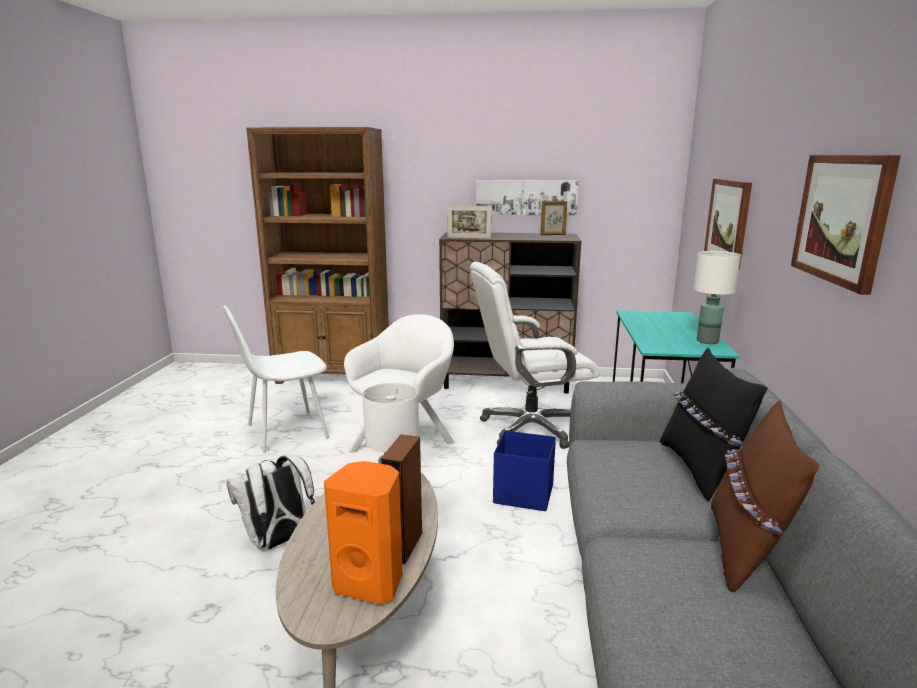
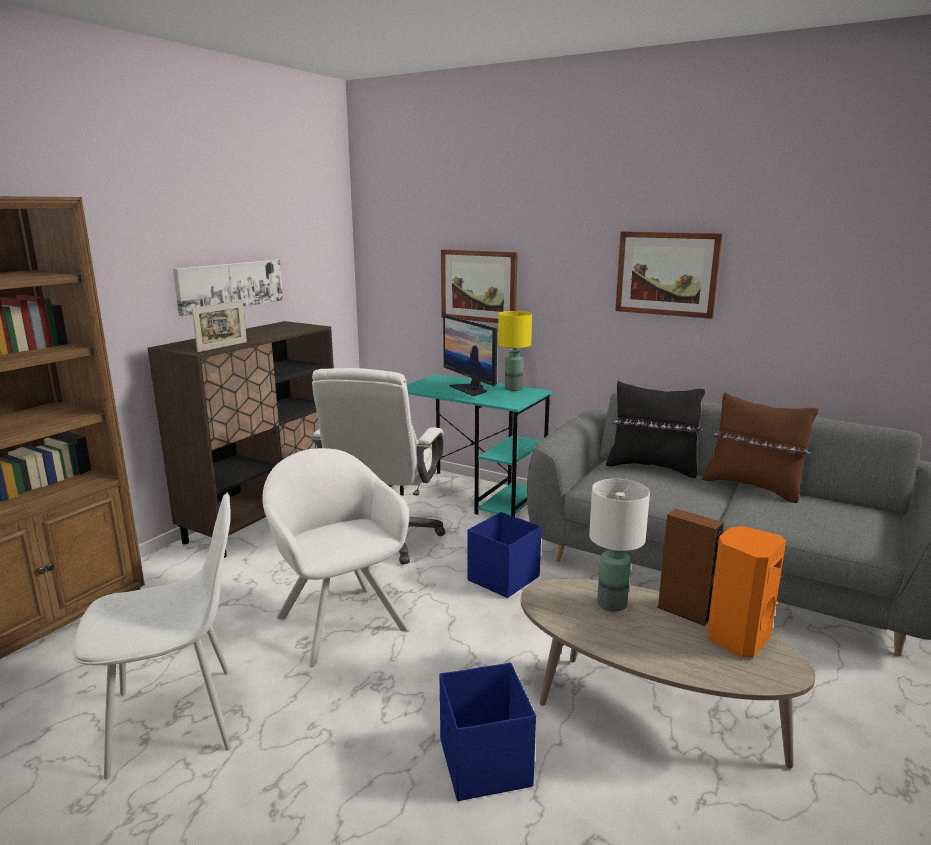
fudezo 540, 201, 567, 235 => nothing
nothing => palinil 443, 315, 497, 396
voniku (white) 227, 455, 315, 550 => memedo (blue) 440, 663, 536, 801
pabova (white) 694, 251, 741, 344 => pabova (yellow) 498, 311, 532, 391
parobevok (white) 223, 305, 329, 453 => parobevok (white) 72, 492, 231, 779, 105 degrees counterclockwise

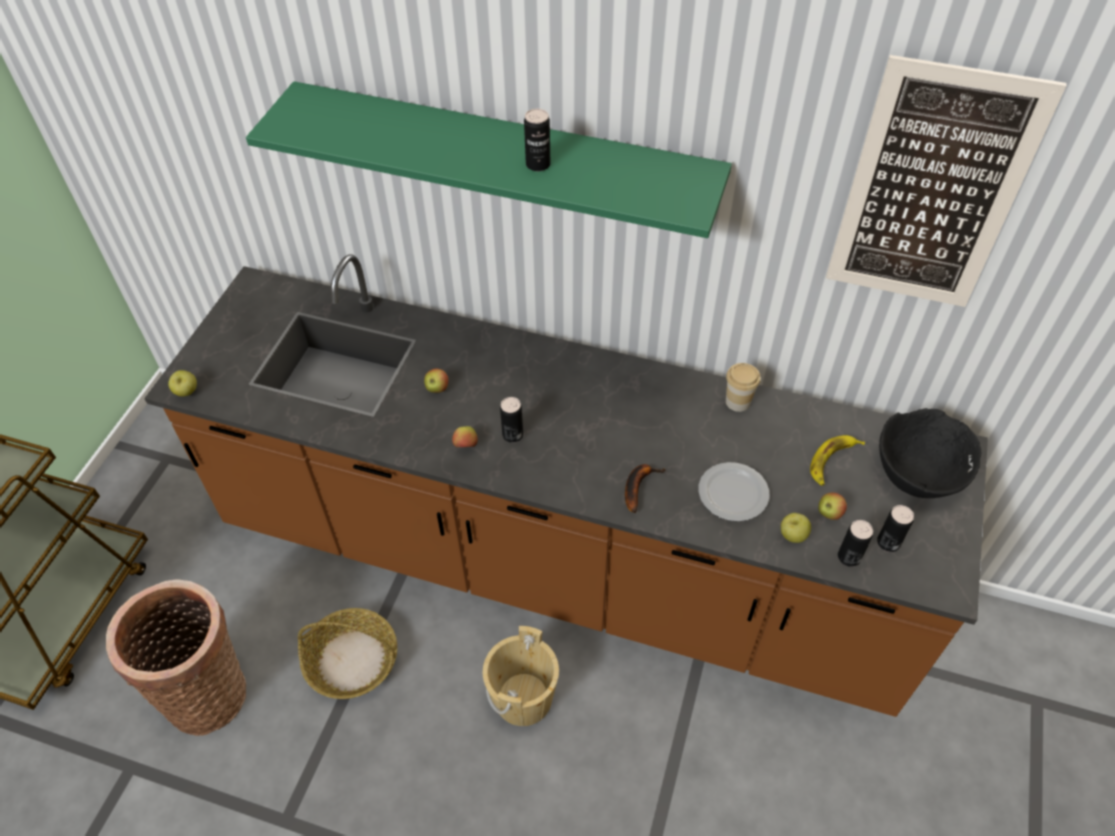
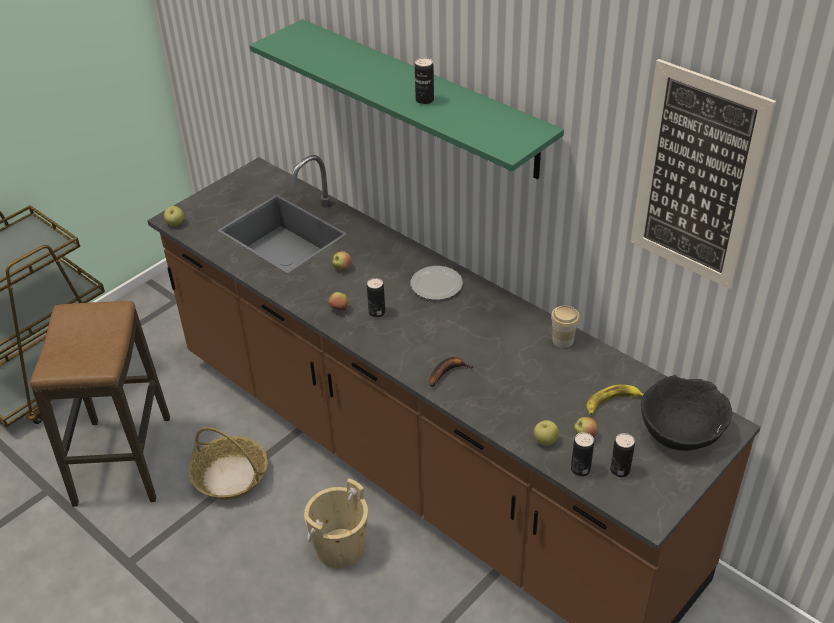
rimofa 698, 462, 769, 522 => rimofa 411, 266, 463, 300, moved
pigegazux 106, 579, 246, 736 => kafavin 30, 301, 170, 507

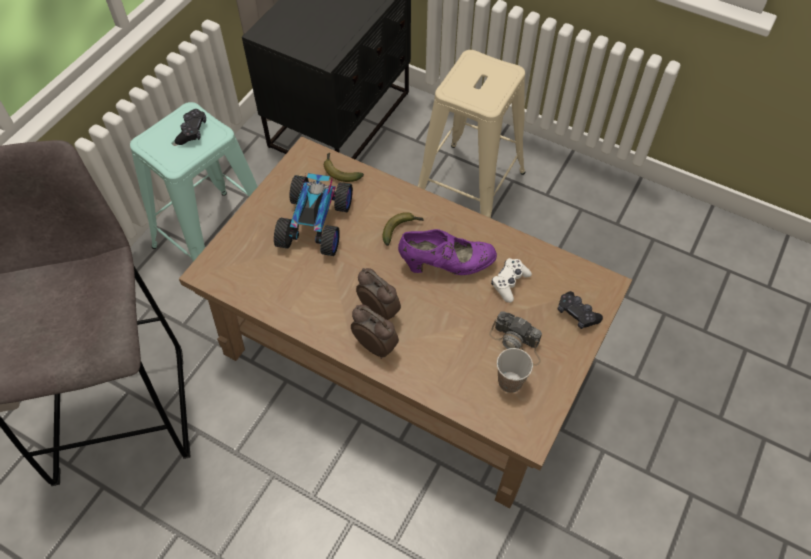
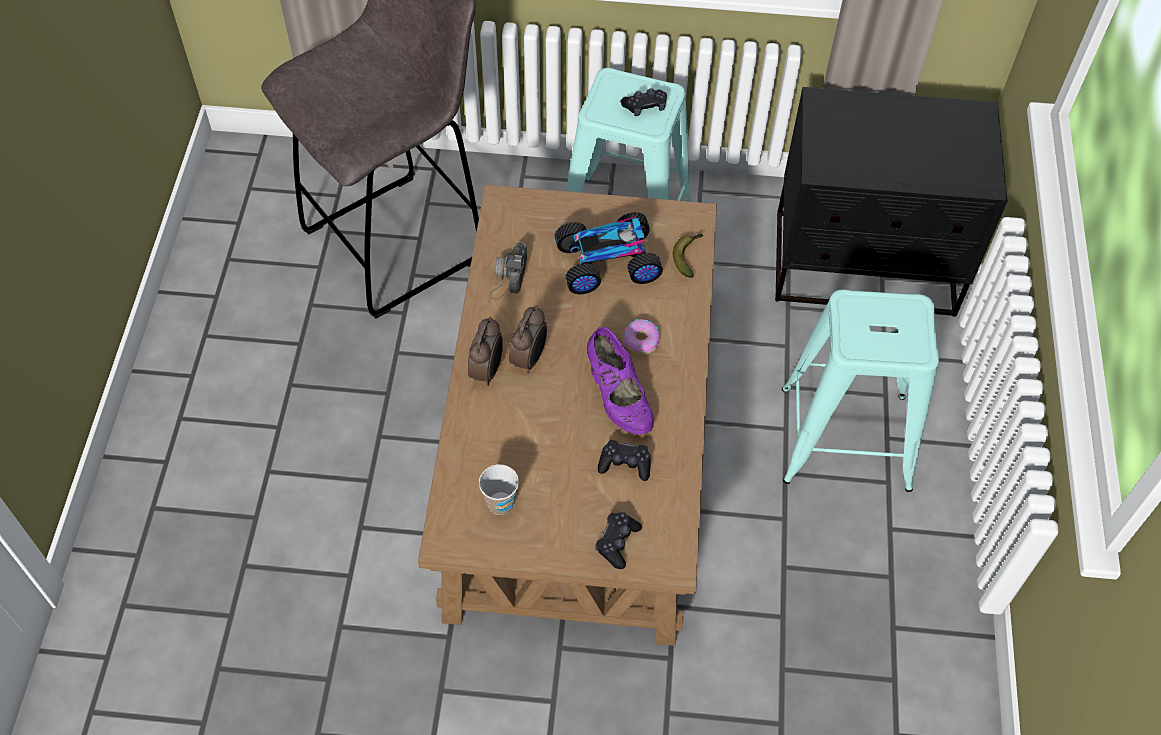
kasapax 489, 312, 542, 366 => kasapax 489, 242, 527, 300, moved
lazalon 383, 212, 424, 246 => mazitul 623, 319, 660, 354
kafavin (beige) 418, 50, 525, 218 => kafavin (turquoise) 782, 290, 939, 492
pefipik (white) 491, 258, 532, 303 => pefipik (black) 598, 440, 651, 481

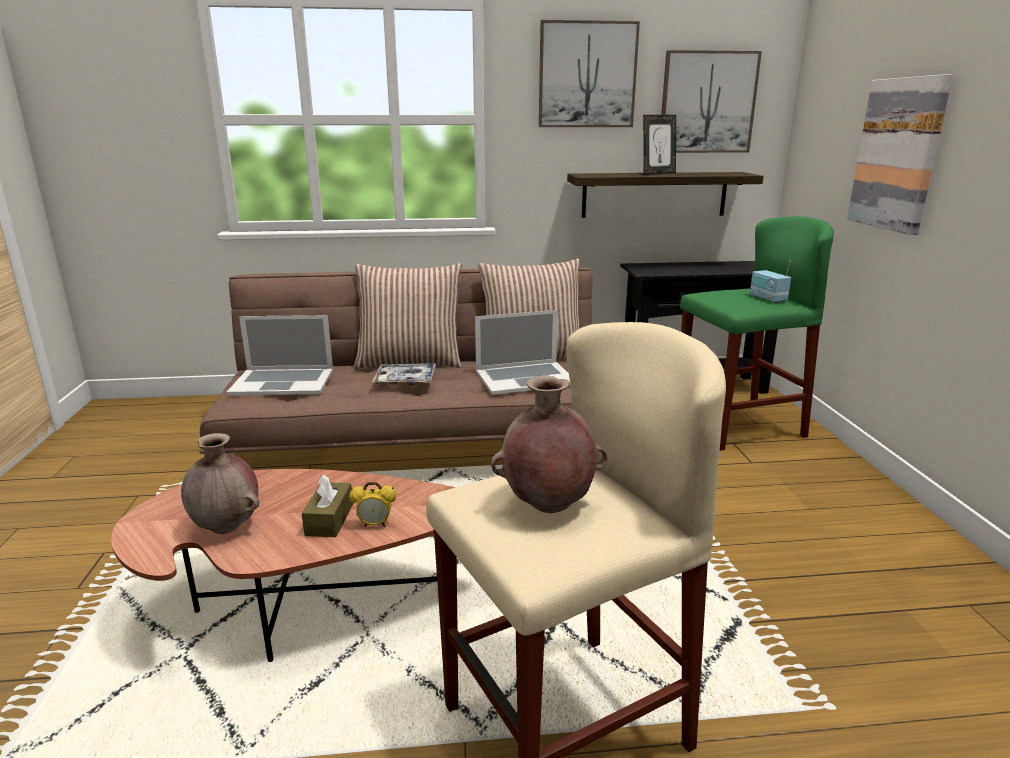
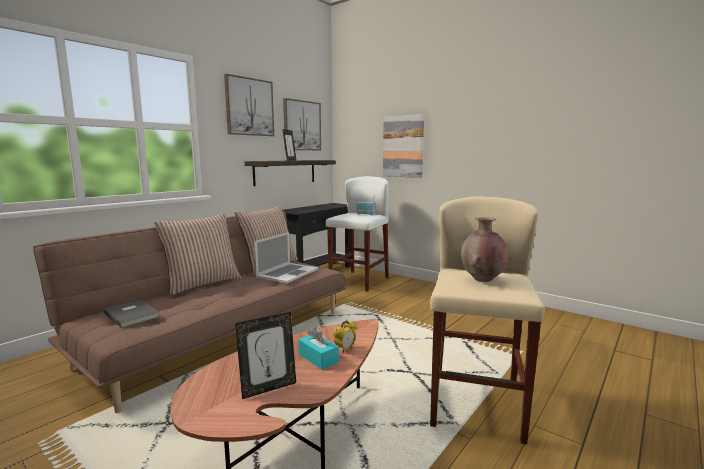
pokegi 372, 363, 436, 386 => nothing
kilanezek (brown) 181, 433, 259, 534 => fudezo 235, 312, 296, 399
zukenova 227, 315, 333, 396 => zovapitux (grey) 104, 300, 160, 328
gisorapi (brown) 302, 474, 353, 537 => gisorapi (turquoise) 299, 327, 339, 370
kafavin (green) 680, 216, 834, 451 => kafavin (white) 326, 176, 389, 292

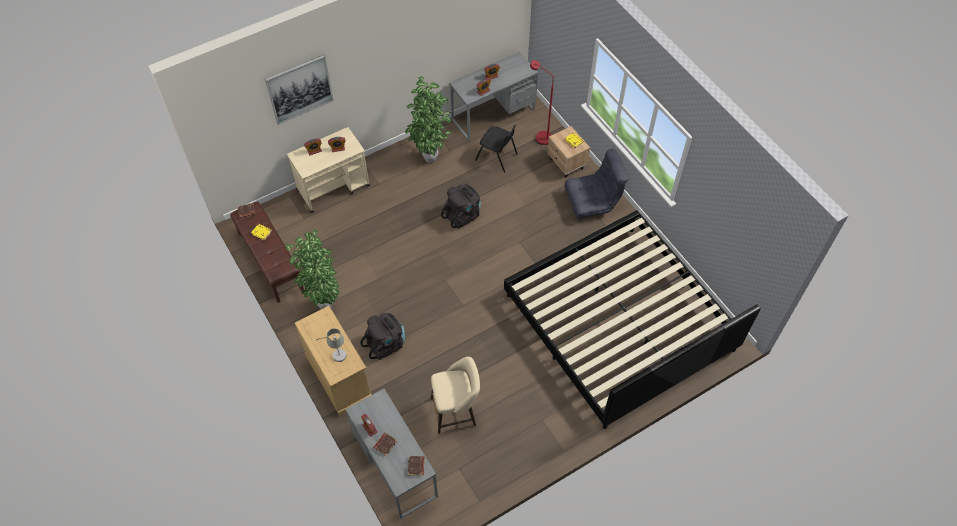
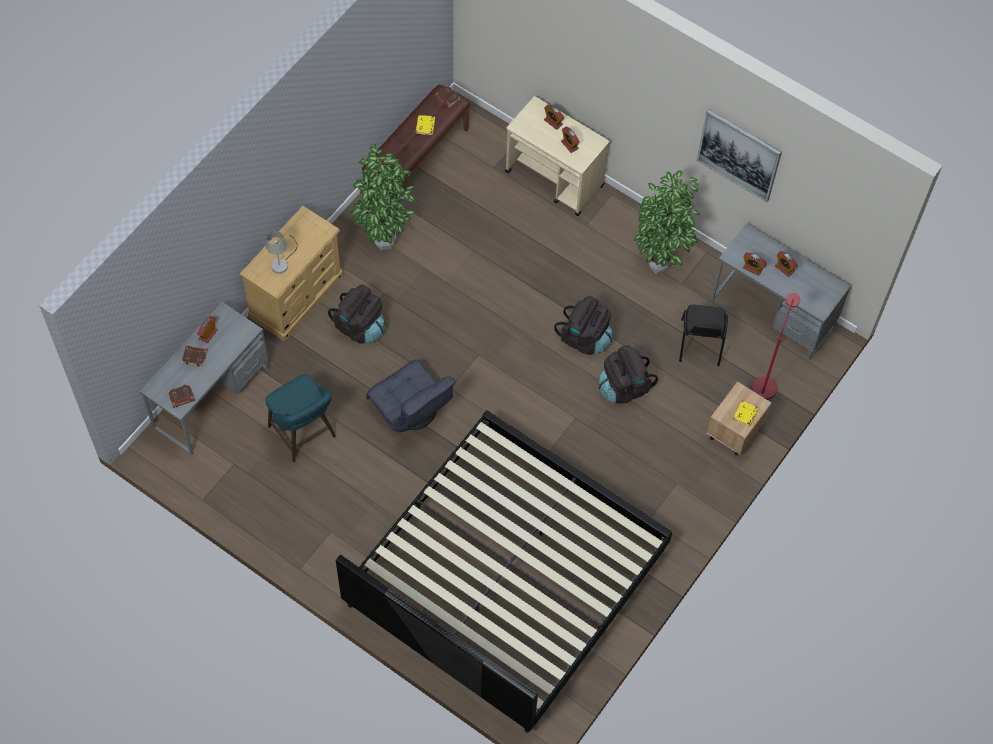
nothing => voniku (black) 599, 345, 658, 404
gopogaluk 265, 55, 334, 125 => gopogaluk 697, 109, 782, 202, moved
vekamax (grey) 565, 149, 629, 220 => vekamax (grey) 366, 359, 455, 433, moved
kafavin (beige) 431, 357, 480, 434 => kafavin (turquoise) 265, 374, 336, 462

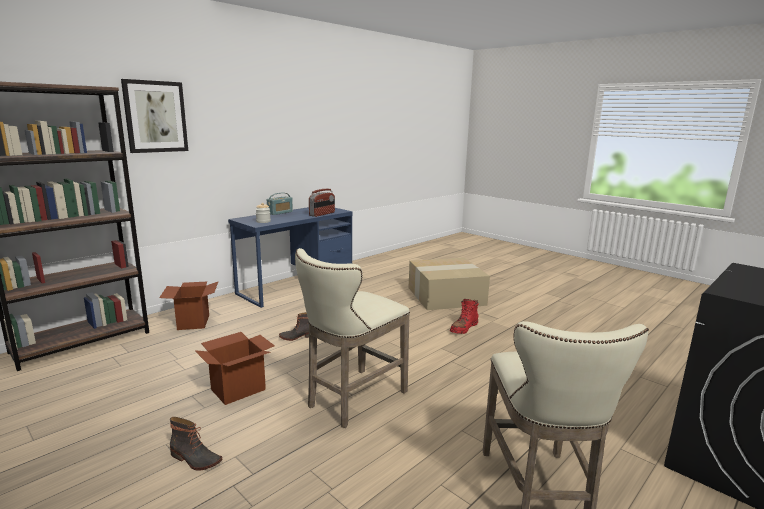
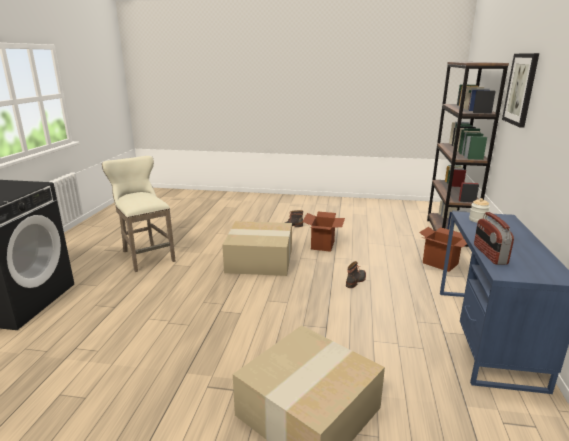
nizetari 267, 193, 293, 215 => nothing
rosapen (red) 450, 299, 479, 334 => nothing
kafavin (beige) 295, 248, 410, 428 => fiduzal 222, 221, 292, 276

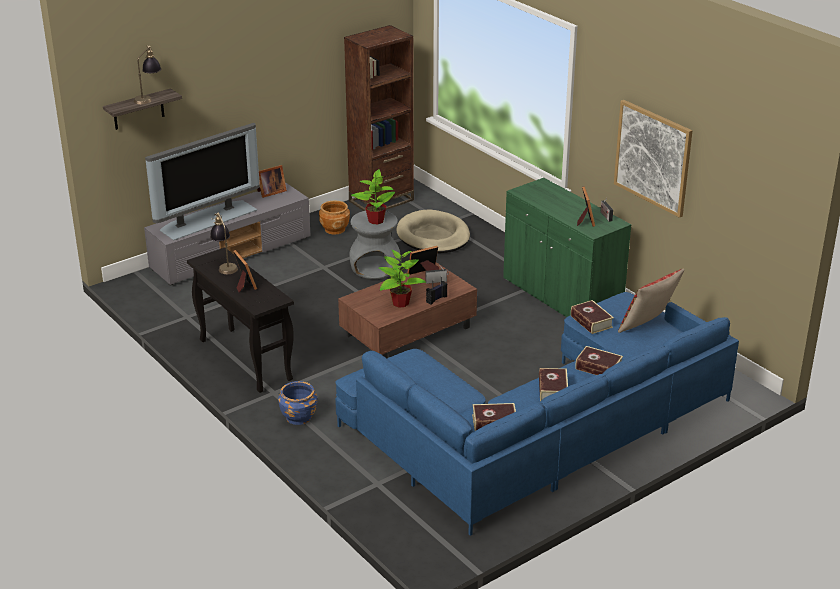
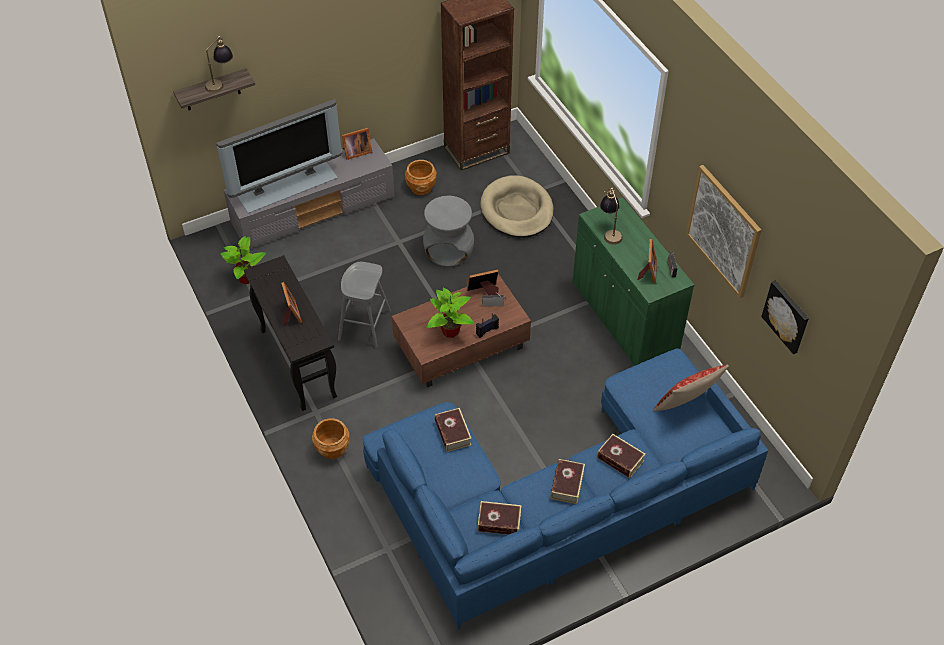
nothing => kafavin (grey) 338, 262, 391, 348
nothing => gopogaluk 761, 281, 809, 354
pabova 210, 212, 238, 274 => pabova 600, 187, 623, 245, moved
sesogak 351, 169, 395, 224 => sesogak 221, 236, 266, 284, moved
zovapitux 571, 300, 614, 334 => zovapitux 434, 408, 472, 452, moved
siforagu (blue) 278, 381, 318, 425 => siforagu (brown) 312, 418, 350, 459

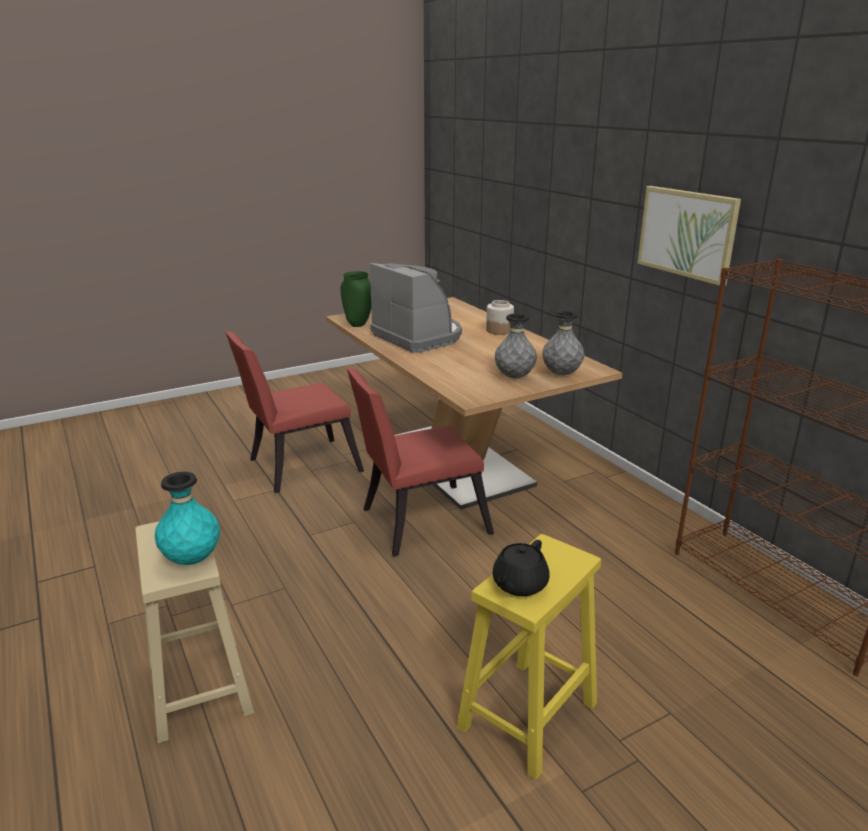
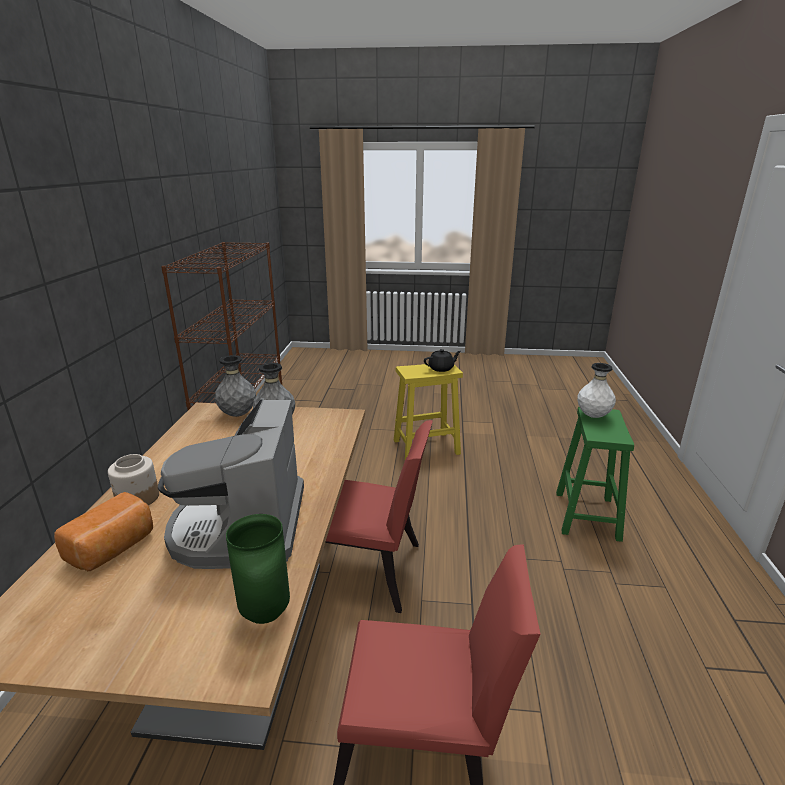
gopogaluk 638, 186, 741, 286 => nothing
nothing => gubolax 54, 492, 153, 571
kafavin (beige) 135, 522, 254, 743 => kafavin (green) 556, 407, 634, 542
kilanezek (turquoise) 155, 472, 220, 565 => kilanezek (white) 577, 363, 616, 418

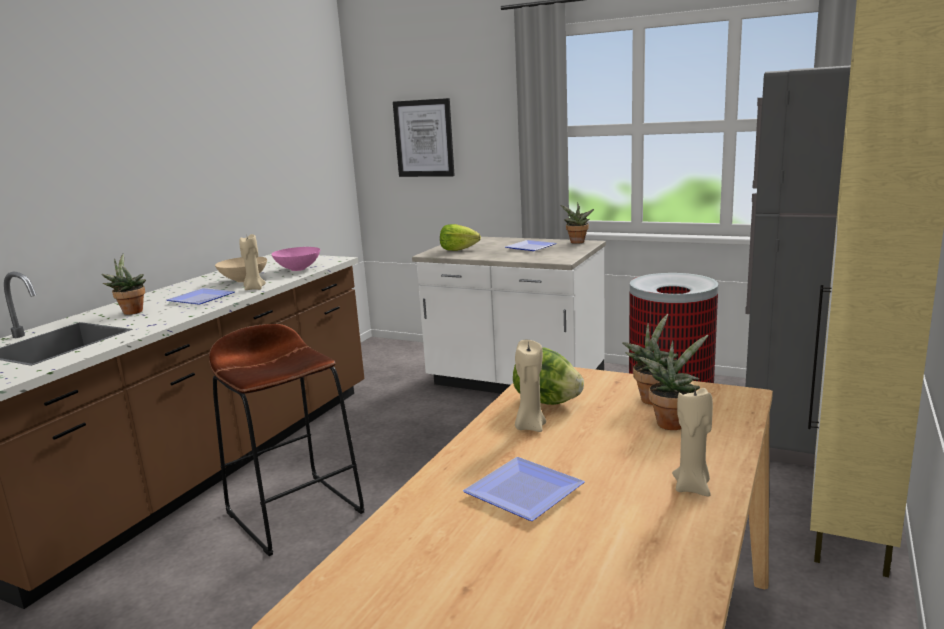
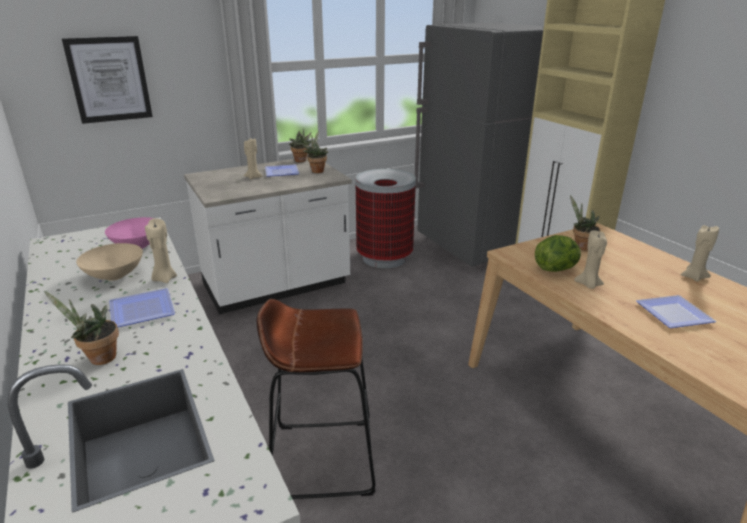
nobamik 440, 224, 481, 251 => nothing
nothing => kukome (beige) 244, 138, 263, 179
sesogak 638, 335, 709, 430 => sesogak 302, 131, 328, 173, moved

